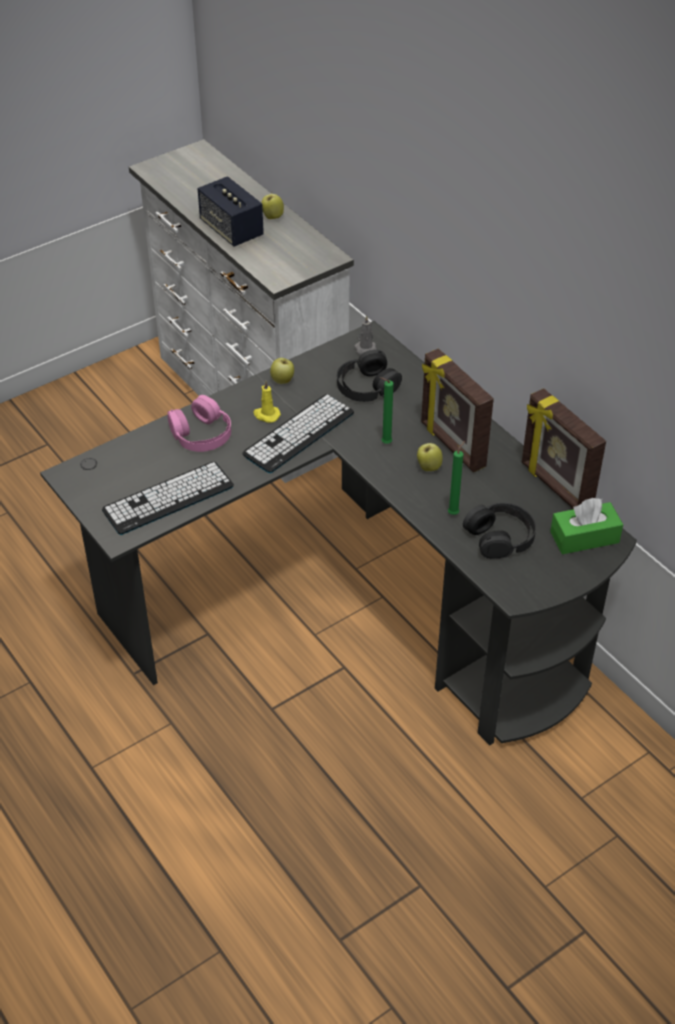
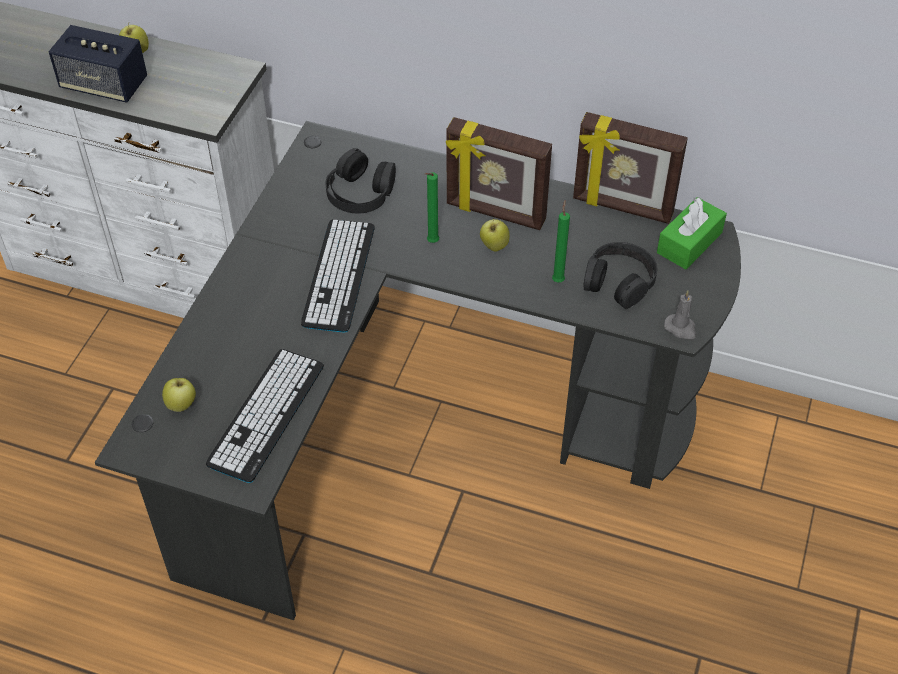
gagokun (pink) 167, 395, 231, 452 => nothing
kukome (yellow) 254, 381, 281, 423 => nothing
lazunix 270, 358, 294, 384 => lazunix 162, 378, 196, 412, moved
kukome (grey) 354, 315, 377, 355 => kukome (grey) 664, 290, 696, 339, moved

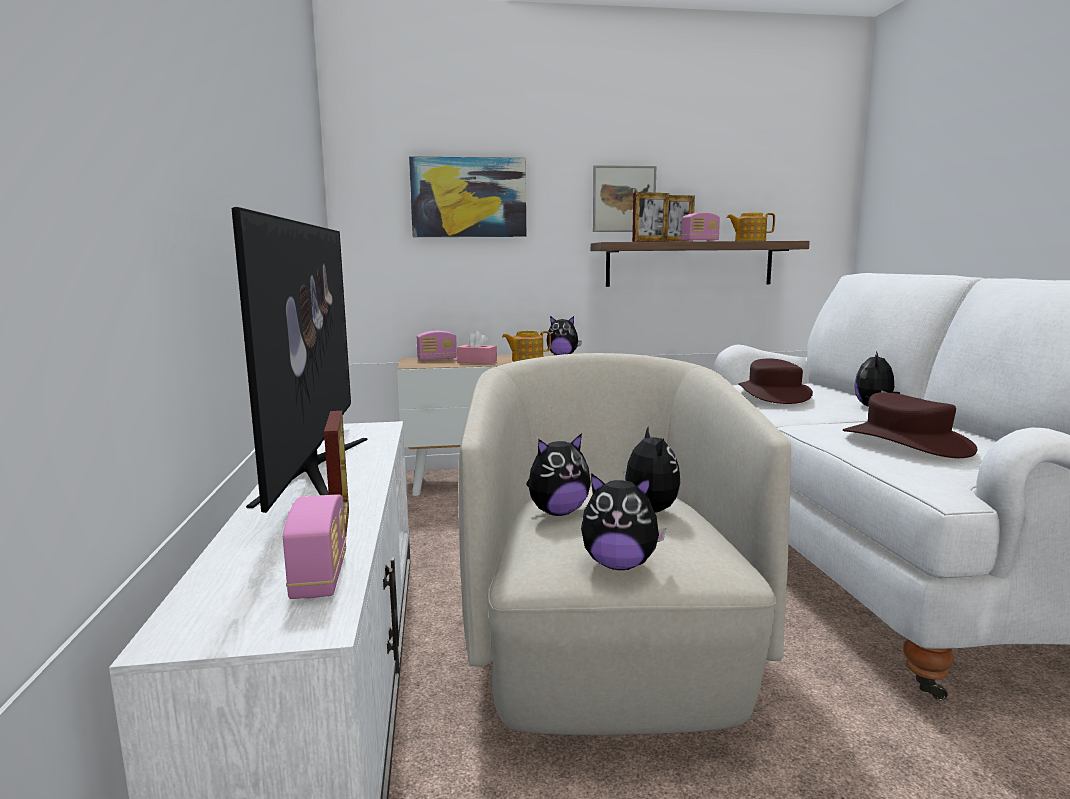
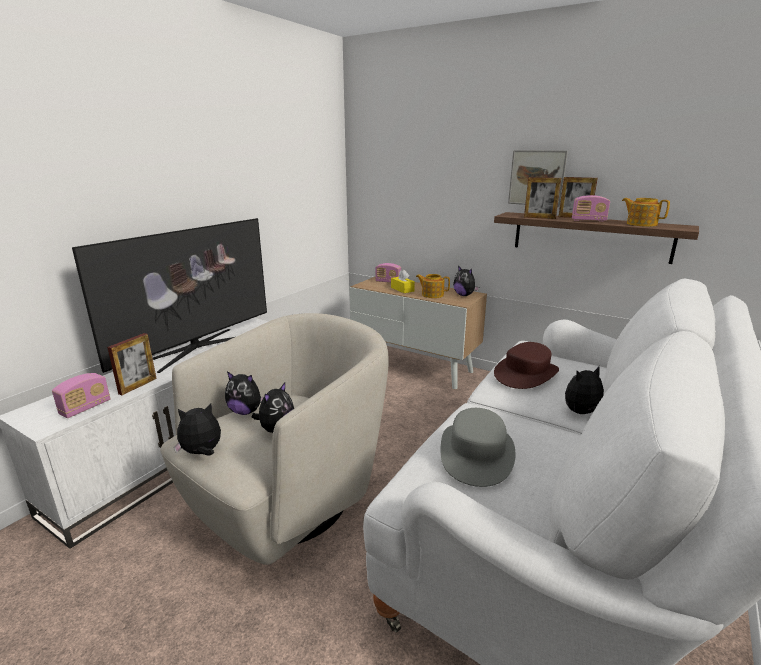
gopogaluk 409, 156, 526, 237 => nothing
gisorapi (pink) 457, 331, 497, 364 => gisorapi (yellow) 391, 270, 415, 293
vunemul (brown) 843, 392, 977, 458 => vunemul (grey) 441, 408, 515, 487
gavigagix 581, 473, 666, 570 => gavigagix 174, 403, 221, 456, 105 degrees clockwise

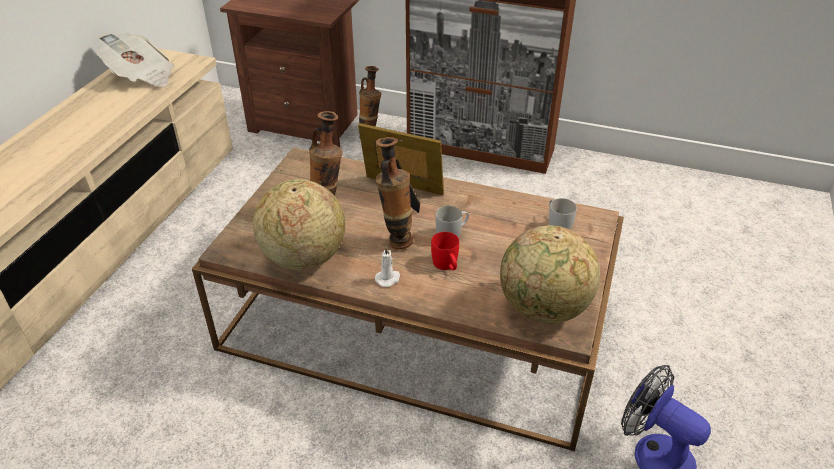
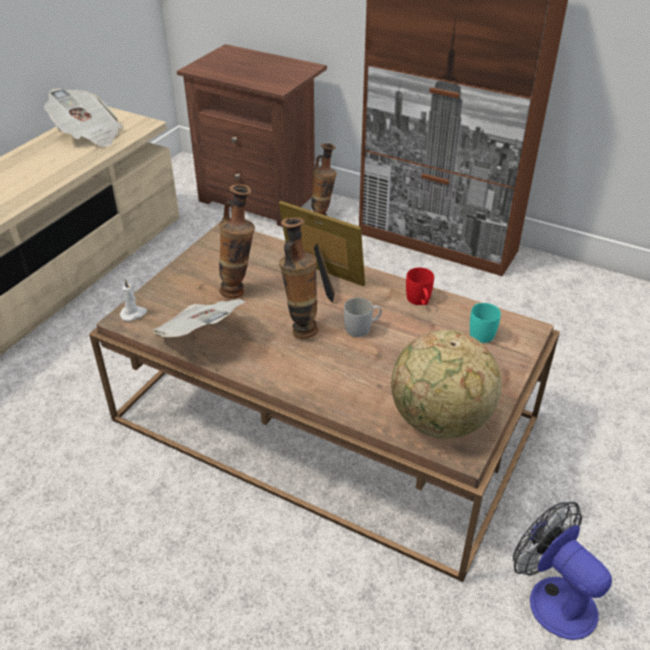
kukome (white) 375, 246, 400, 287 => kukome (white) 120, 279, 147, 321, moved
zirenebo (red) 431, 232, 459, 270 => zirenebo (red) 406, 267, 434, 305, moved
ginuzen 253, 179, 345, 270 => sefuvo 152, 299, 246, 337
zirenebo (white) 549, 198, 577, 230 => zirenebo (turquoise) 470, 303, 501, 343

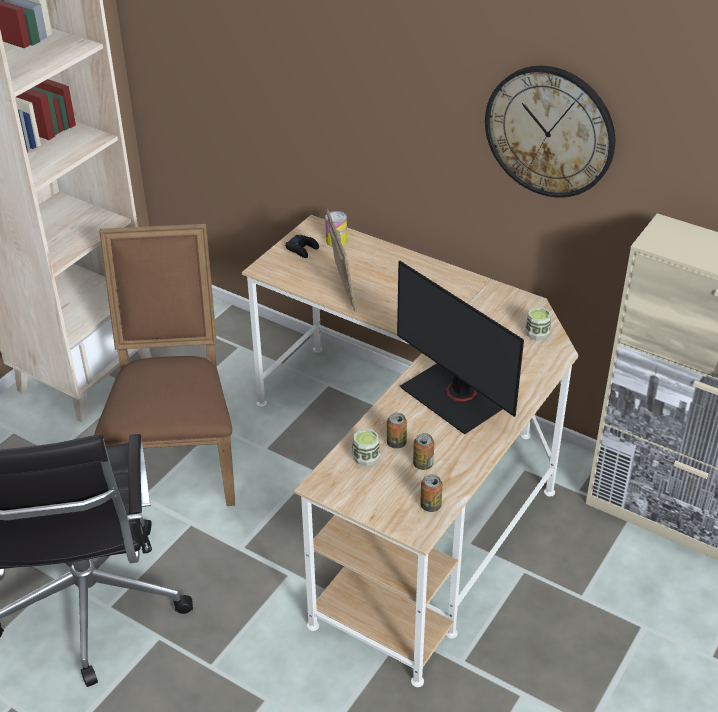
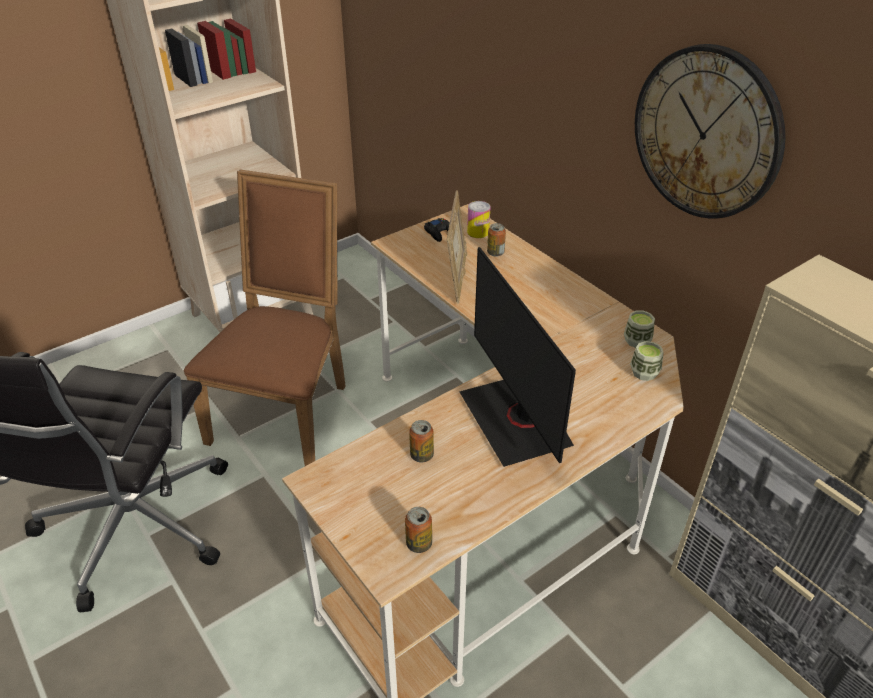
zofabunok 352, 428, 380, 467 => zofabunok 624, 311, 655, 348, moved
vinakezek 413, 433, 434, 470 => vinakezek 487, 223, 506, 257, moved

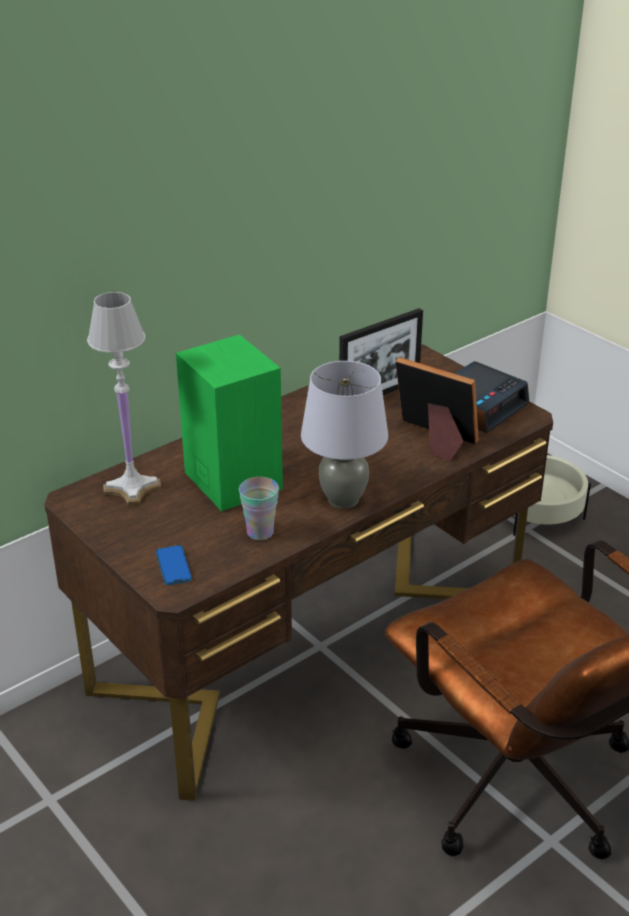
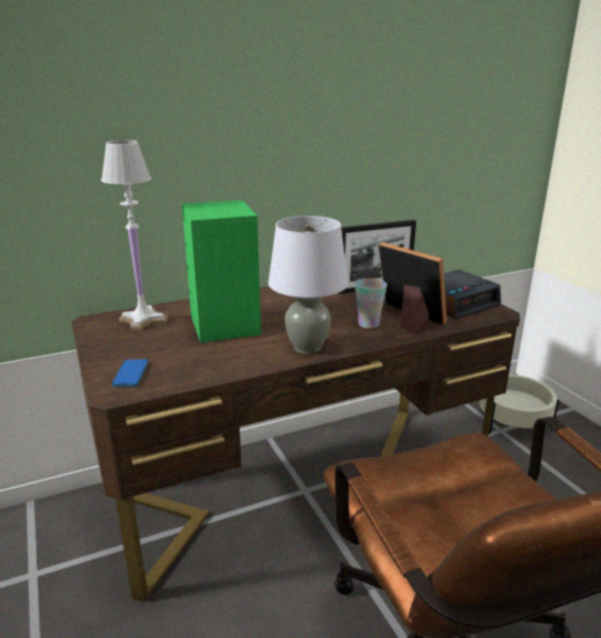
zofabunok 239, 477, 279, 540 => zofabunok 355, 278, 387, 329, moved

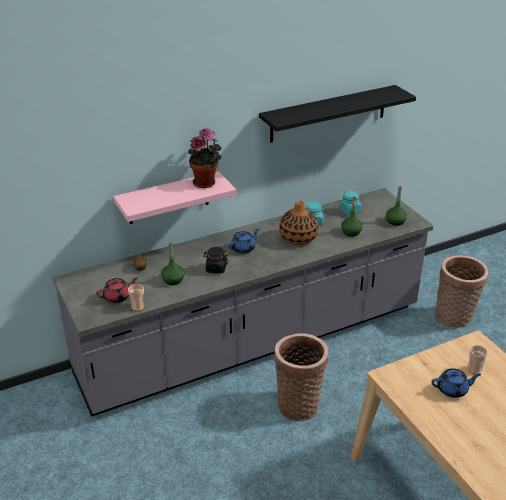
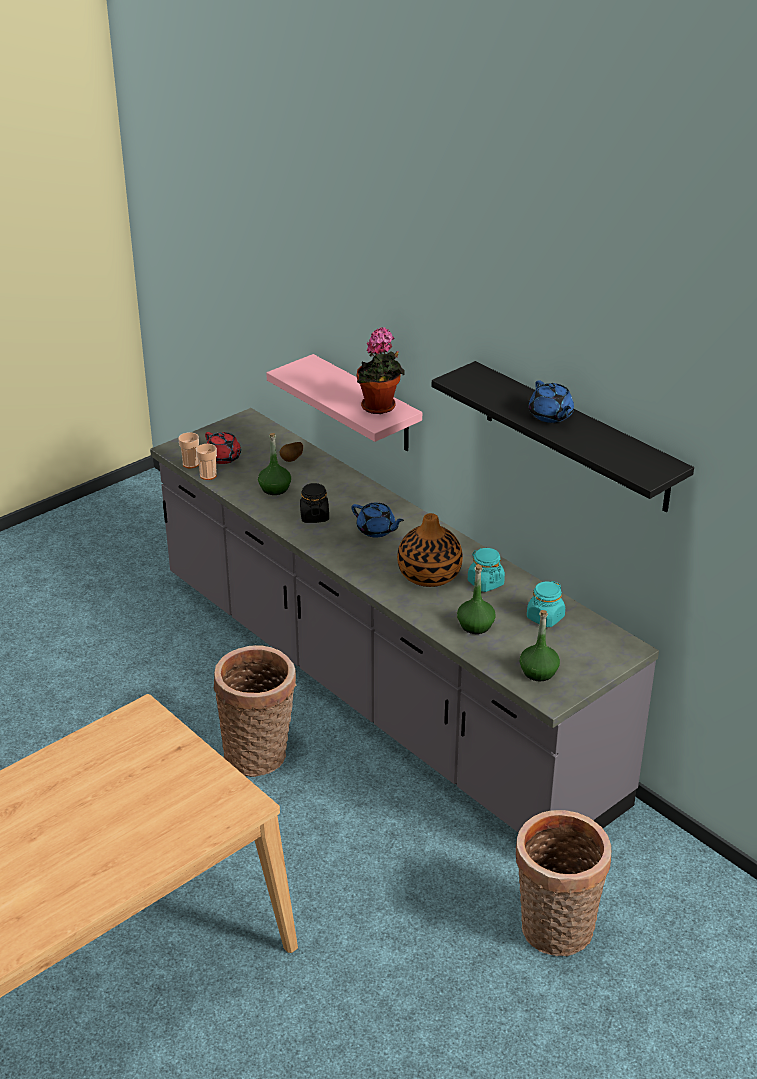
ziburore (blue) 431, 368, 481, 398 => ziburore (blue) 529, 380, 574, 423, moved
zofabunok 468, 345, 488, 374 => zofabunok 178, 432, 199, 468, moved

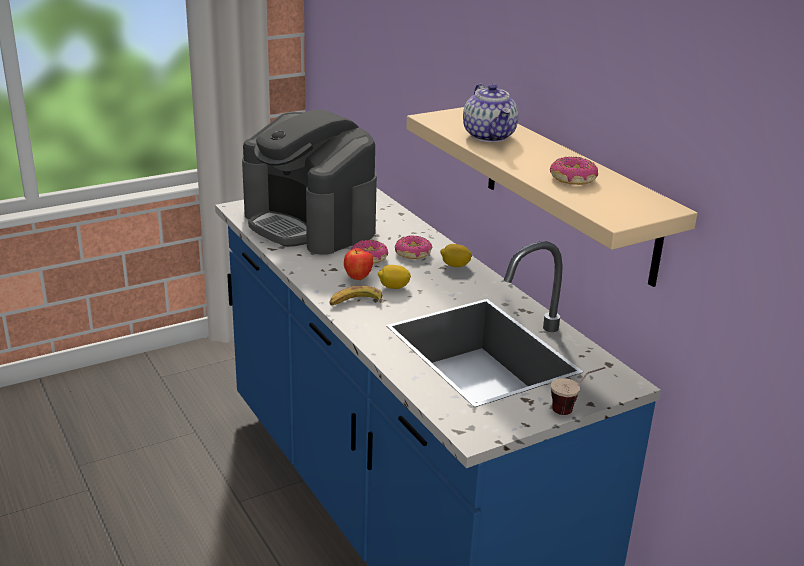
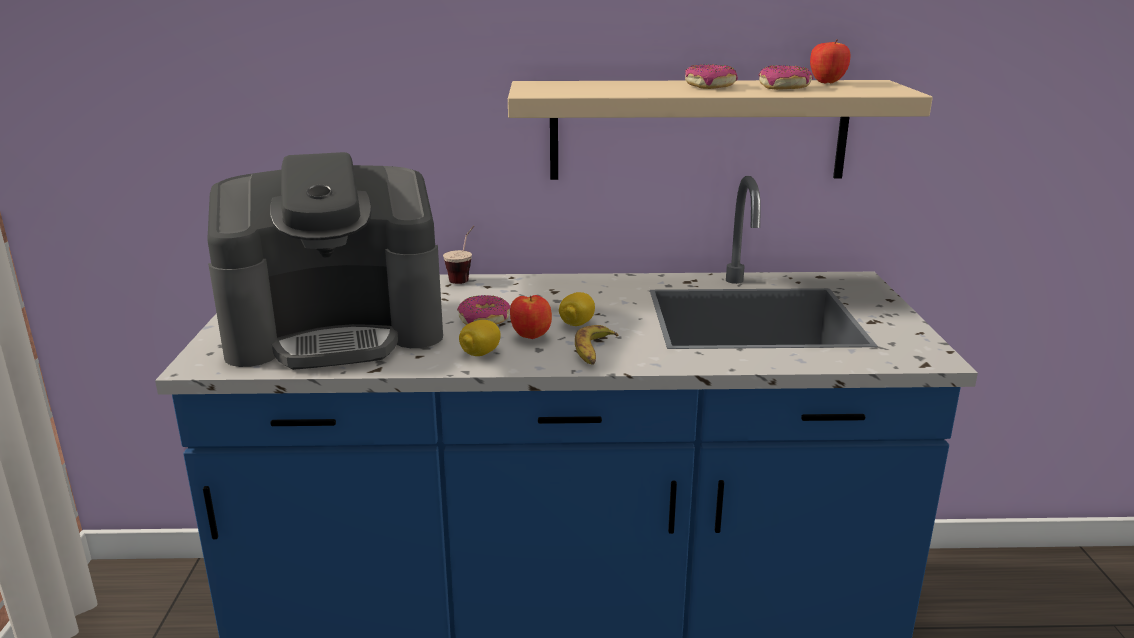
ziburore 463, 84, 519, 142 => nothing
nothing => lazunix 810, 39, 850, 84
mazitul 395, 235, 433, 259 => mazitul 685, 64, 738, 89, moved
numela 440, 244, 472, 267 => numela 459, 320, 500, 356, moved
zofabunok 551, 367, 605, 415 => zofabunok 443, 225, 474, 284, moved

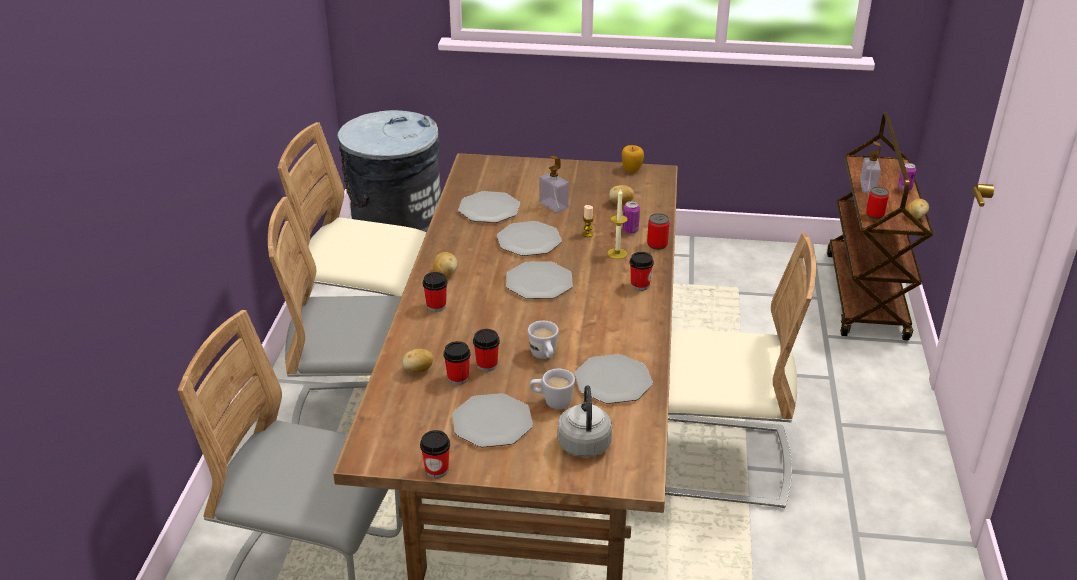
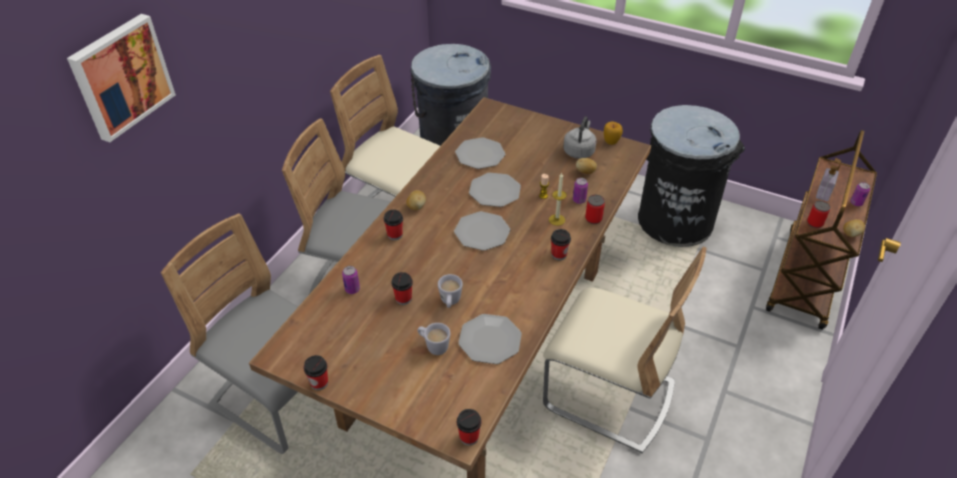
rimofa 452, 393, 533, 447 => nothing
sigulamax 539, 156, 569, 213 => nothing
nothing => gopogaluk 67, 14, 176, 142
nothing => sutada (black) 638, 105, 745, 247
zofabunok 443, 341, 471, 385 => zofabunok 457, 409, 481, 445, moved
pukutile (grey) 557, 385, 612, 457 => pukutile (grey) 563, 116, 597, 159, moved
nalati 402, 349, 433, 373 => vinakezek 342, 266, 360, 294

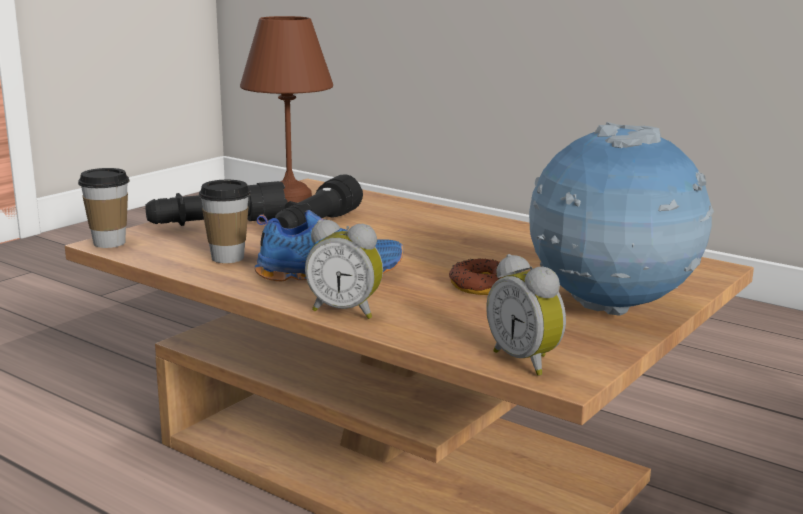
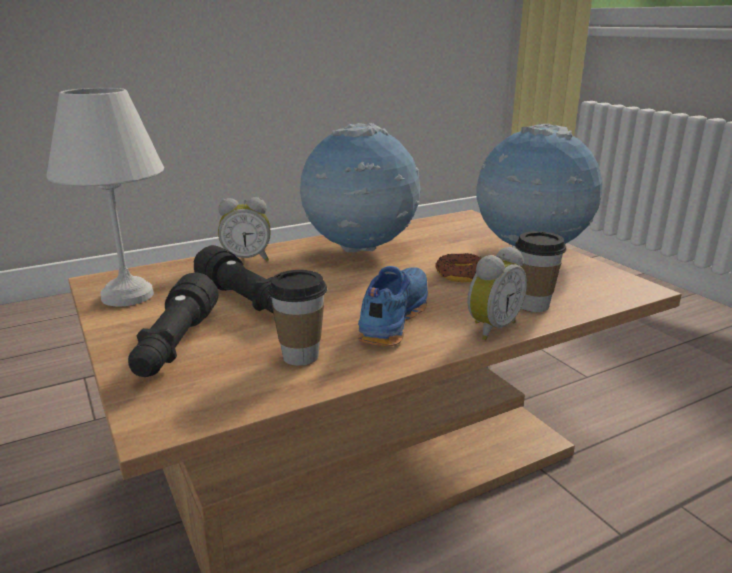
nothing => ginuzen 300, 123, 421, 252
zofabunok 78, 168, 130, 248 => zofabunok 515, 231, 566, 312, moved
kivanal 486, 254, 566, 376 => kivanal 218, 197, 270, 261, moved
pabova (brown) 240, 16, 333, 203 => pabova (white) 46, 88, 164, 307

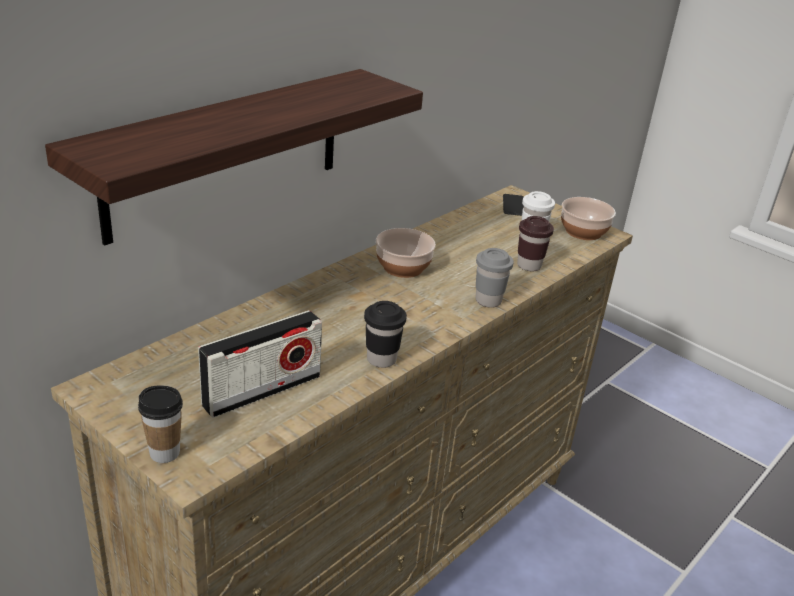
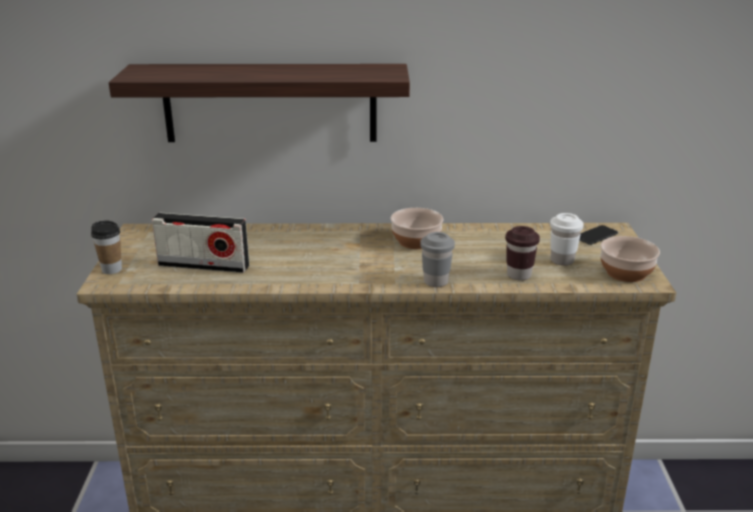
zofabunok (black) 364, 301, 407, 368 => nothing

